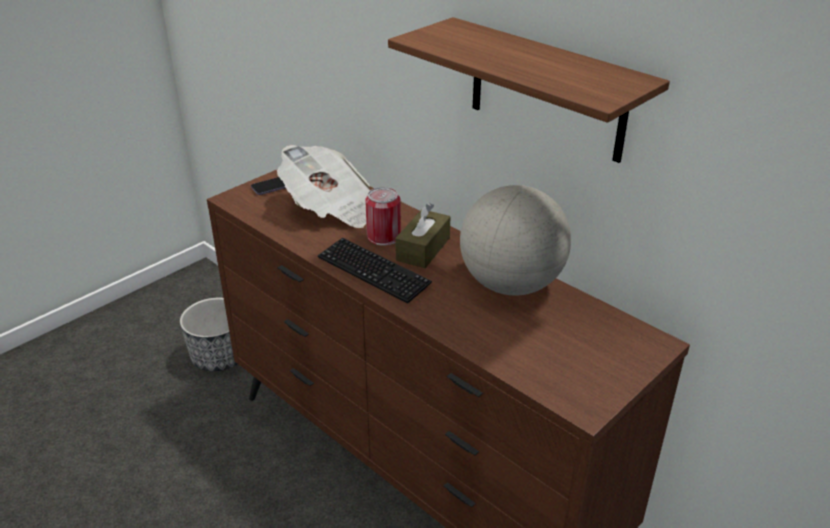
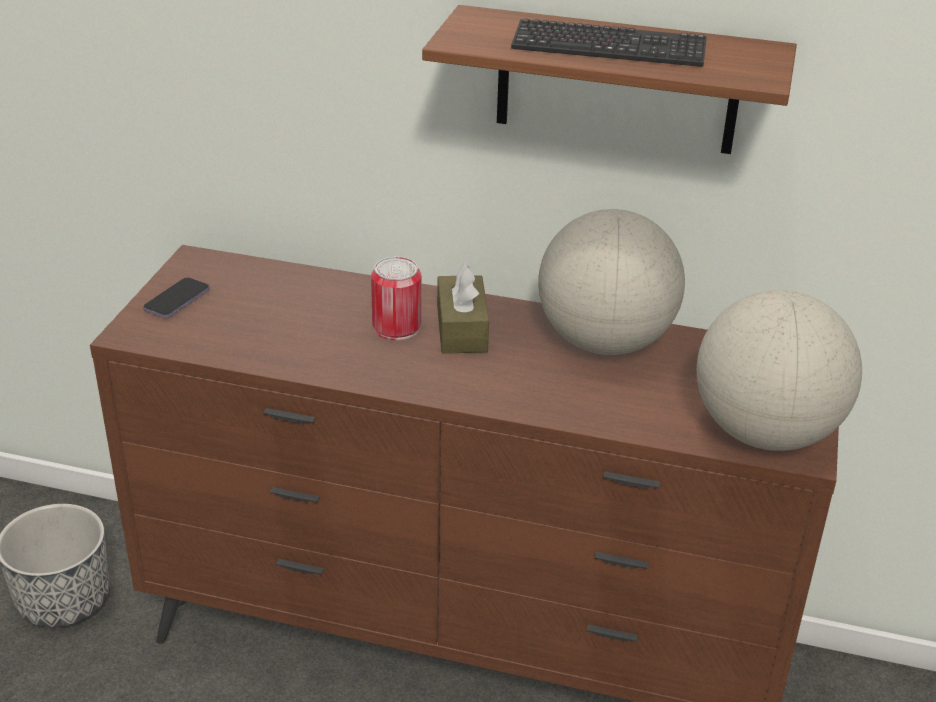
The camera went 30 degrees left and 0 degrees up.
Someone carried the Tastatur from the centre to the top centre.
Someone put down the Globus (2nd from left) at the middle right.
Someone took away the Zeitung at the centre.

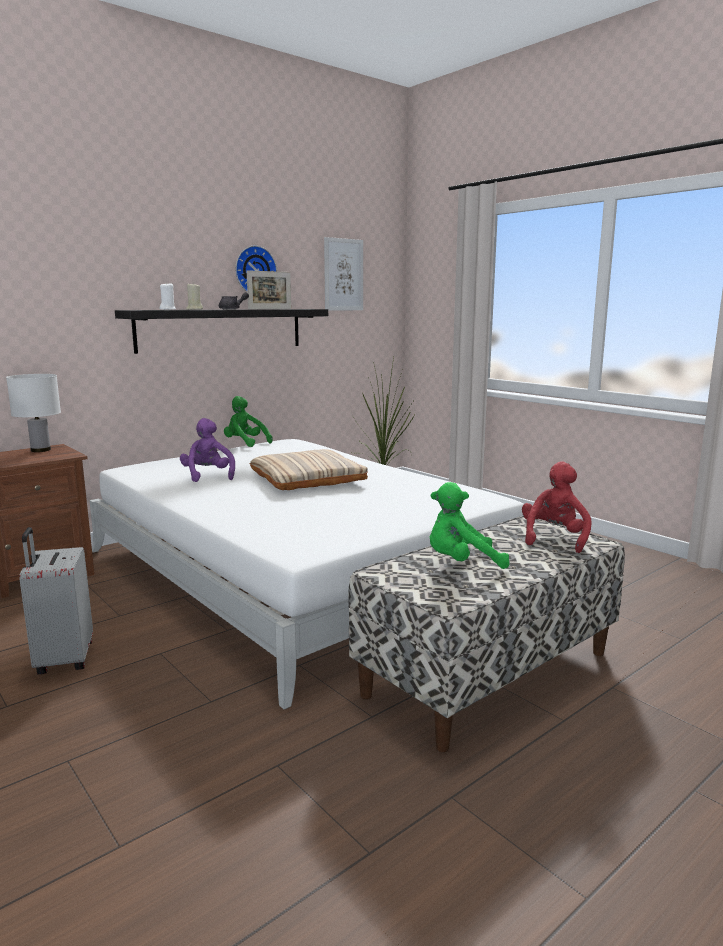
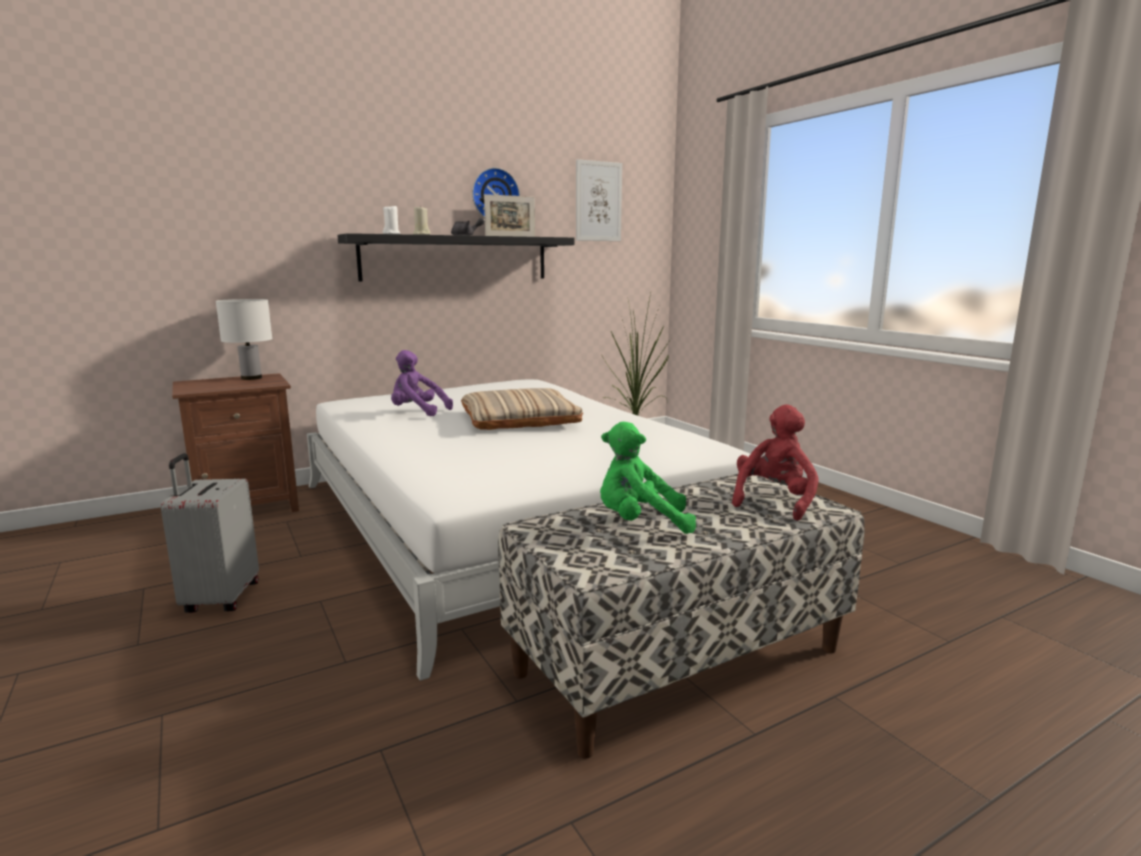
The camera went 10 degrees right and 0 degrees up.
Someone rotated the Plüschtier (lila) at the middle left by 60 degrees counterclockwise.
Someone took away the Plüschtier (grün) (1st from left) at the centre.

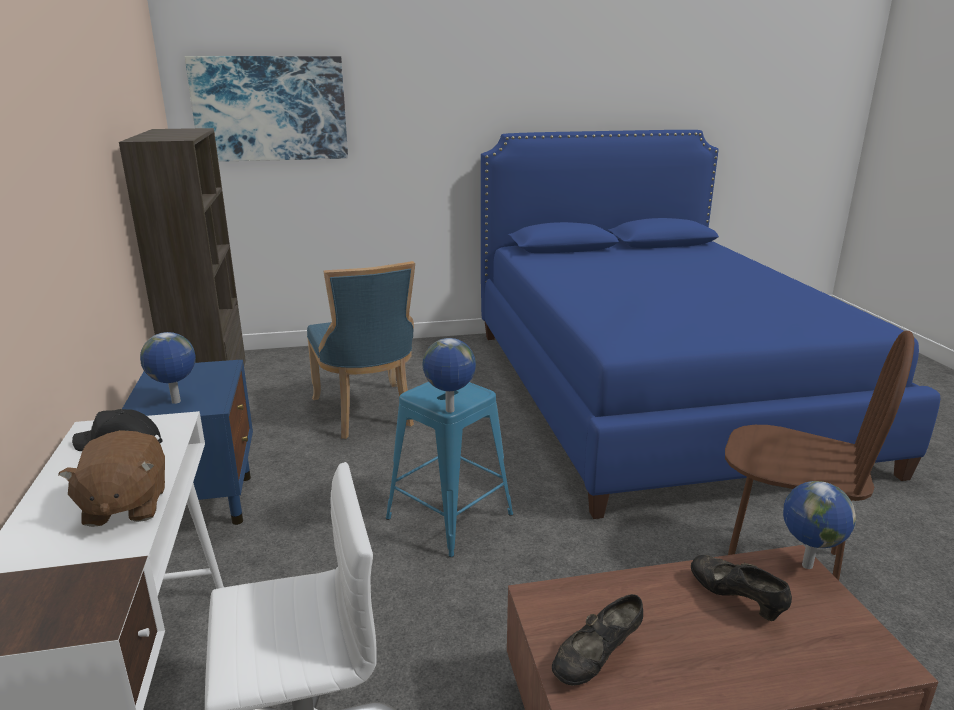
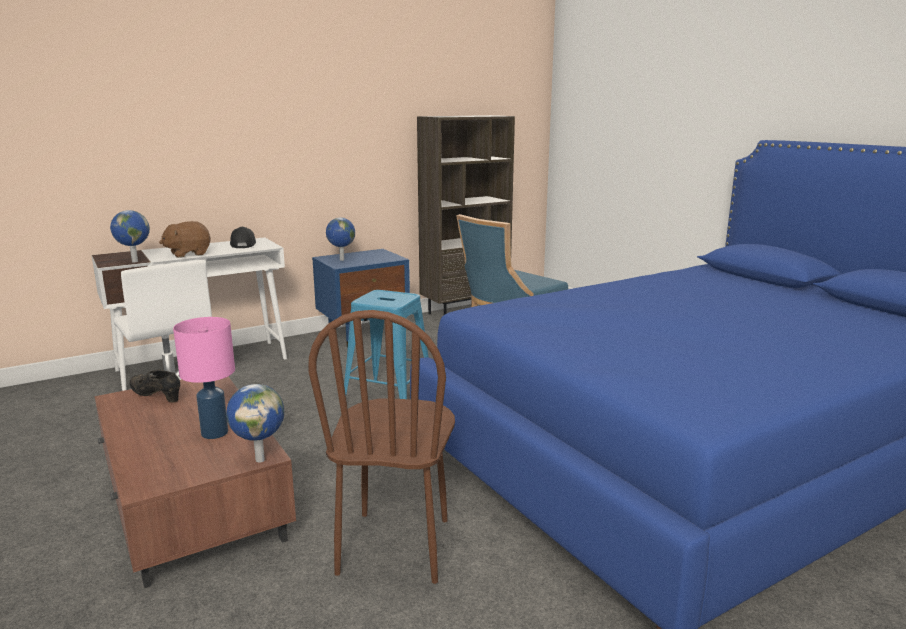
The camera went 70 degrees right and 5 degrees down.
Someone carried the Globus (2nd from left in the first image) from the centre to the middle left.
Someone swapped the Schuh (schwarz) (2nd from left) at the bottom right for the Tischlampe (rosa) at the middle left.
Someone took away the Bild at the top left.

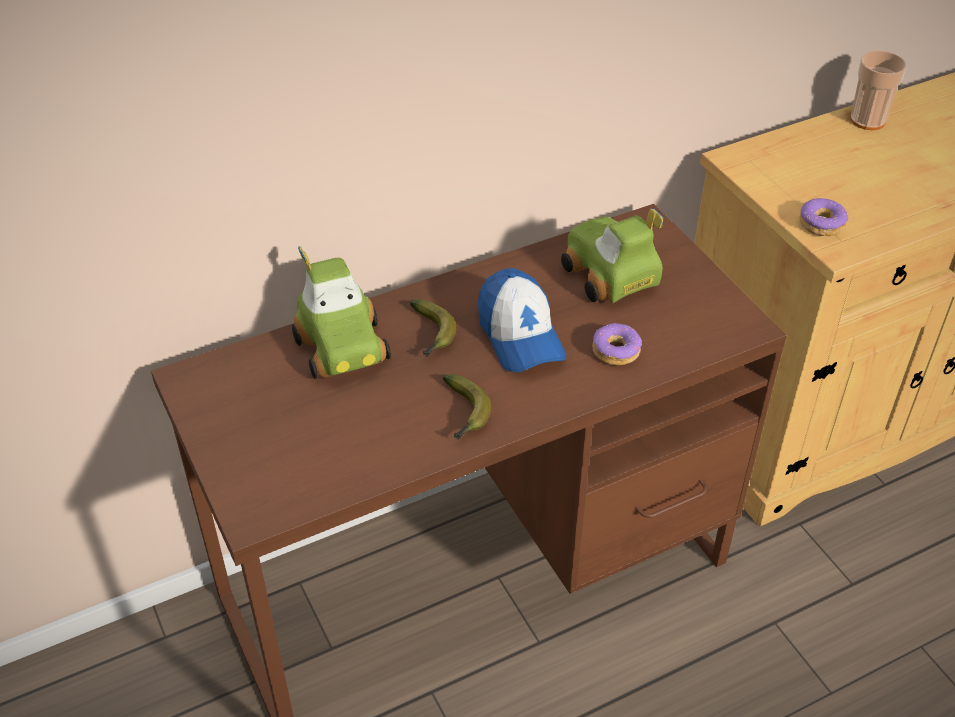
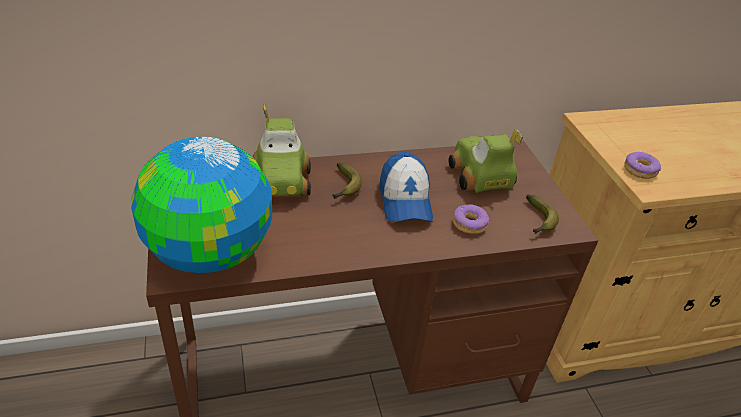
The camera went 10 degrees right and 5 degrees down.
Someone put down the Globus at the middle left.
Someone carried the Banane (2nd from left) from the centre to the middle right.
Someone took away the Tasse at the top right.

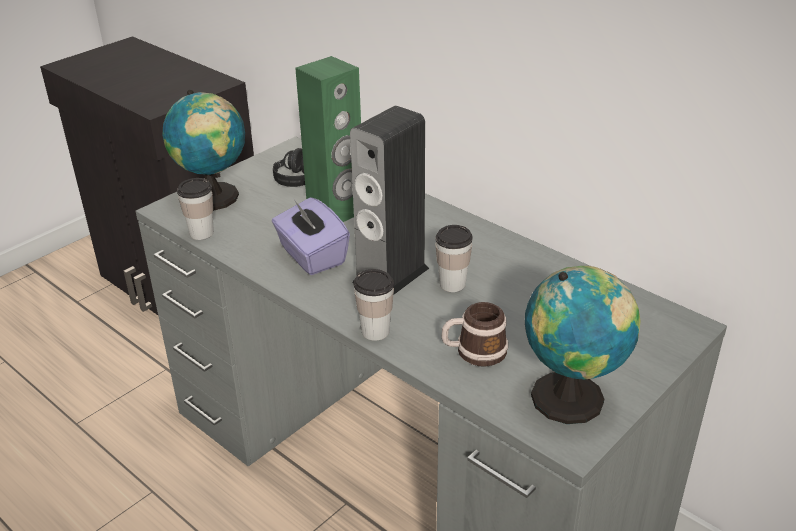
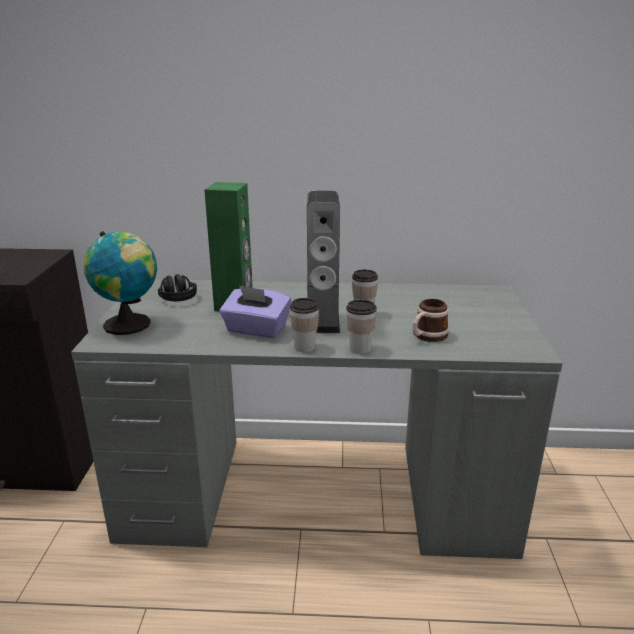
The camera went 40 degrees left and 10 degrees down.
Someone carried the Tasse (1st from left) from the middle left to the centre.
Someone took away the Globus (2nd from left) at the middle right.

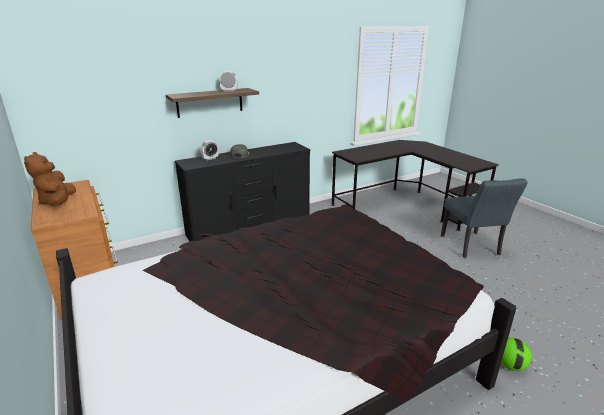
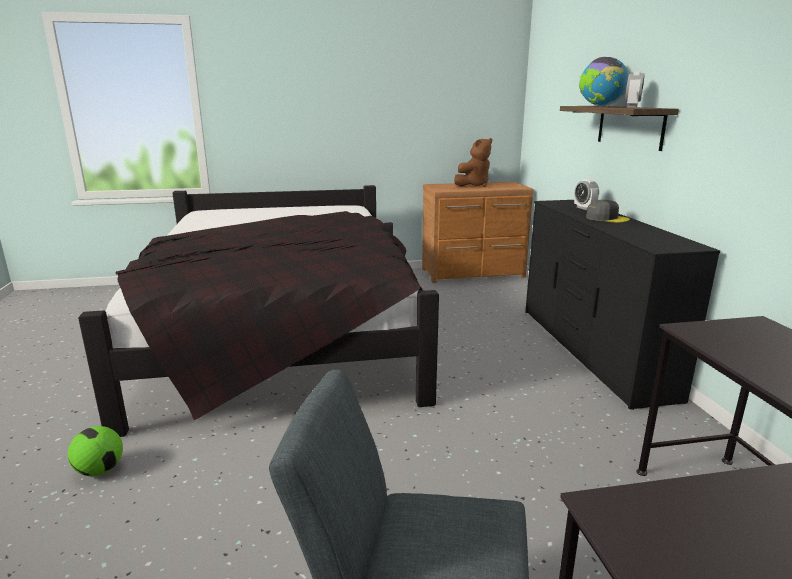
The camera went 110 degrees right and 5 degrees down.
Someone rotated the Plüschtier (braun) at the middle left by 135 degrees clockwise.
Someone put down the Globus at the top right.

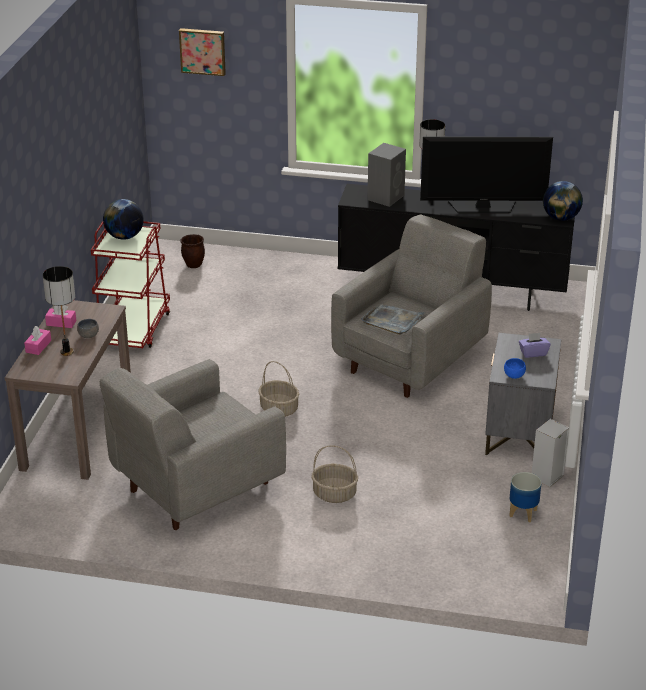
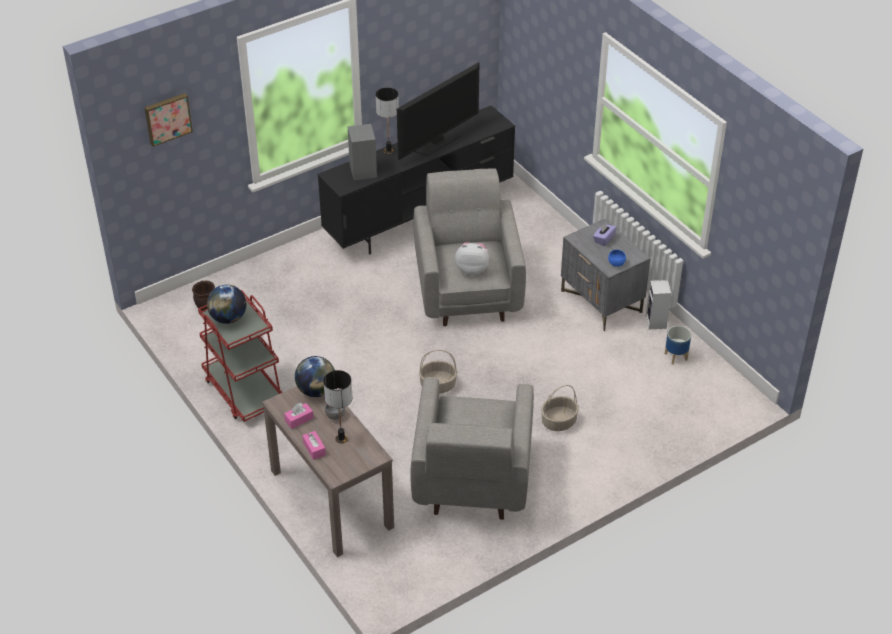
The camera went 45 degrees left and 10 degrees up.
Someone carried the Globus (2nd from left) from the top right to the centre.
Someone swapped the Tablett (grau) at the centre for the Plüschtier at the centre.

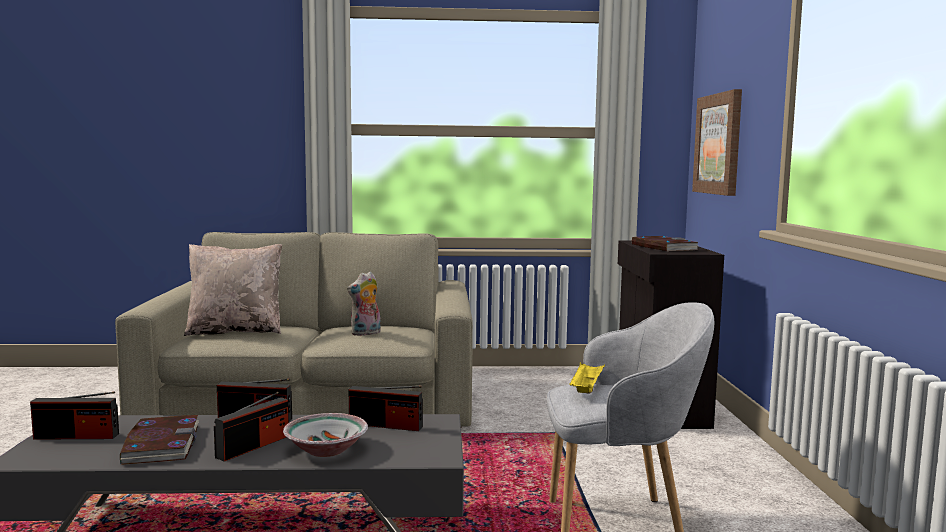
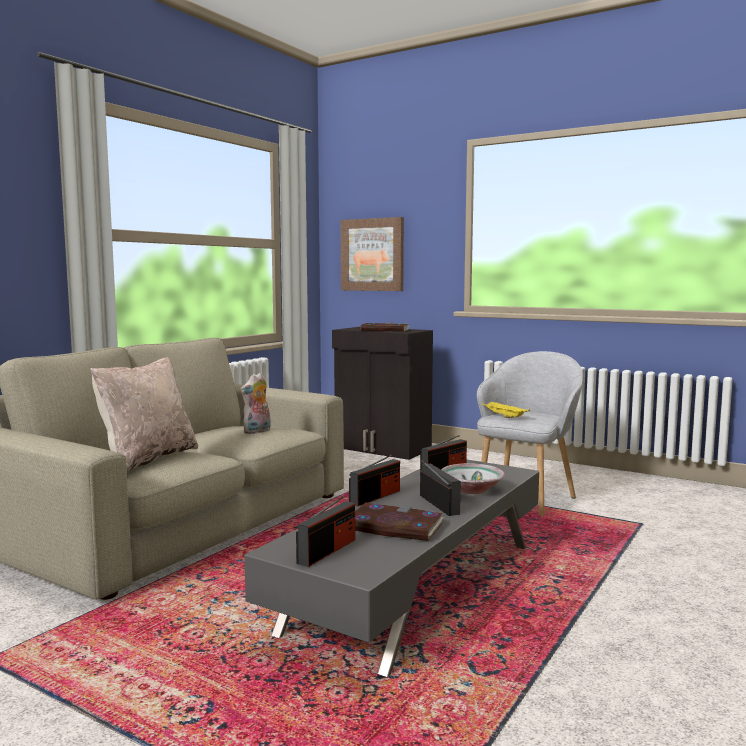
The camera went 55 degrees left and 0 degrees up.
Someone rotated the Plüschtier at the centre by 45 degrees clockwise.

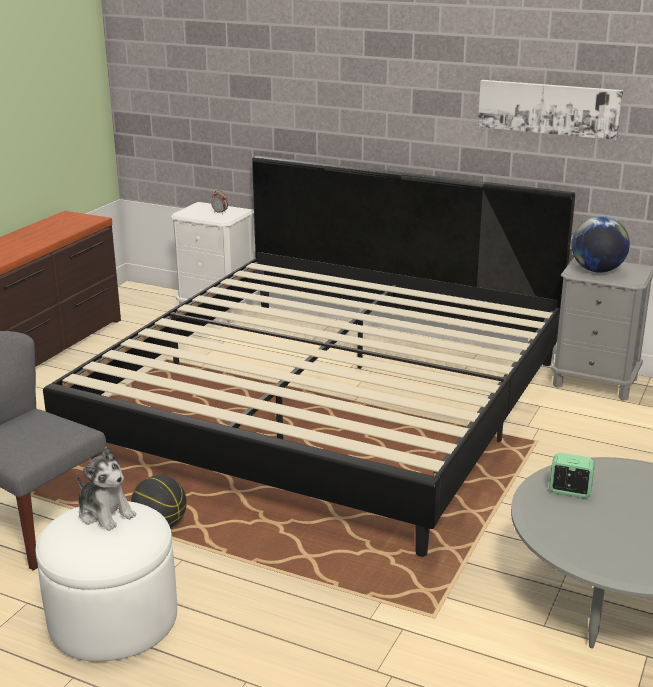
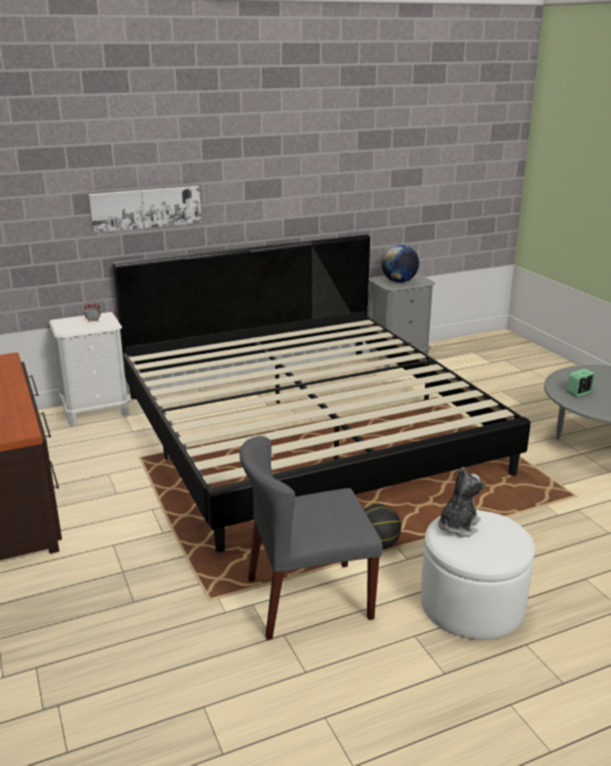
The camera went 50 degrees left and 0 degrees up.
Someone carried the Bild from the top right to the top left.
Someone rotated the Plüschtier at the bottom left by 45 degrees counterclockwise.

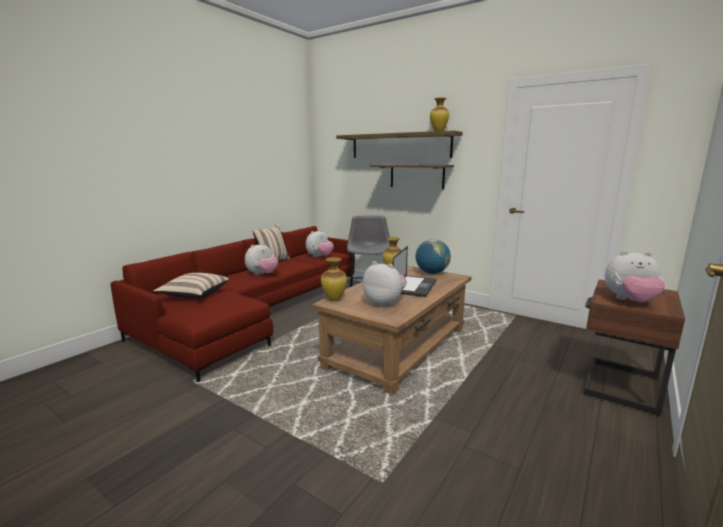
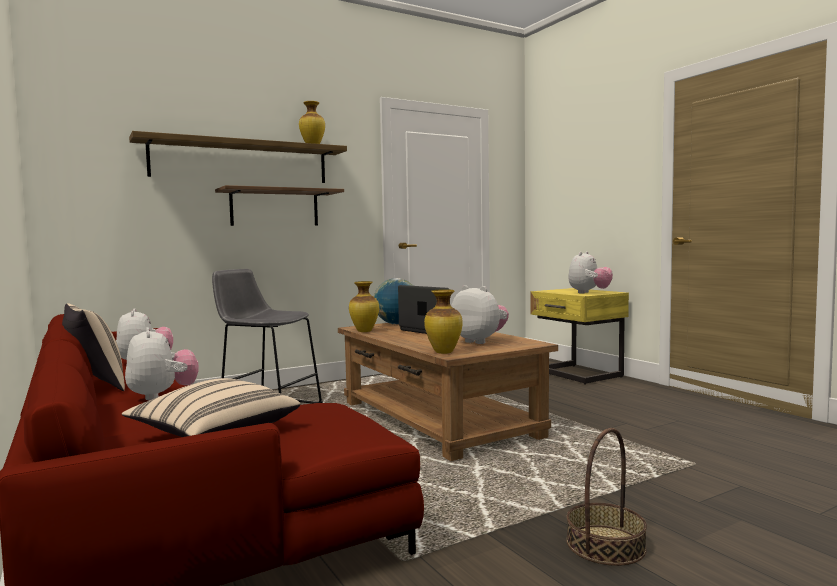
The camera went 65 degrees left and 10 degrees down.
Someone rotated the Plüschtier (3rd from left) at the centre by 75 degrees clockwise.
Someone repainted the Nachttisch (braun) at the middle right, which became the Nachttisch (gelb) at the middle right.
Someone put down the Korb at the bottom right.

